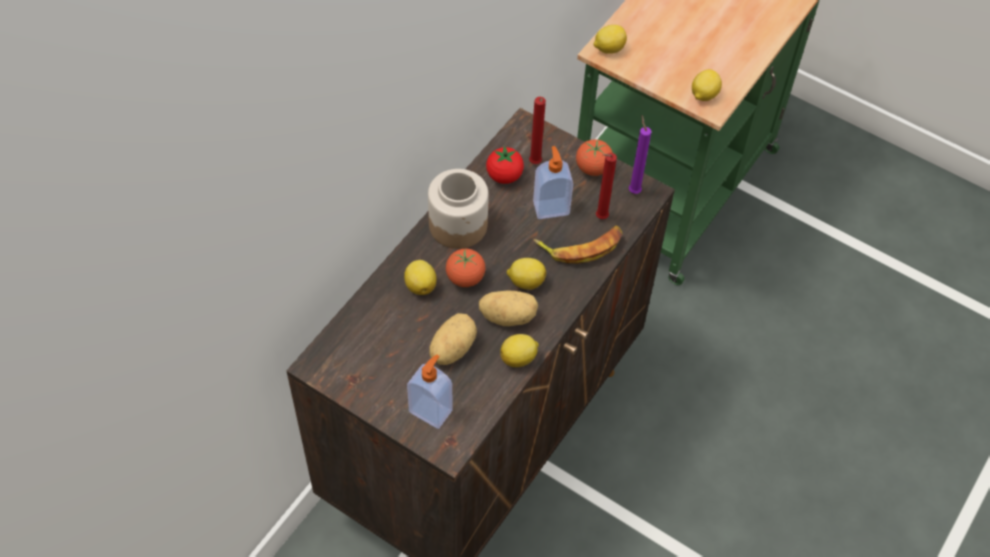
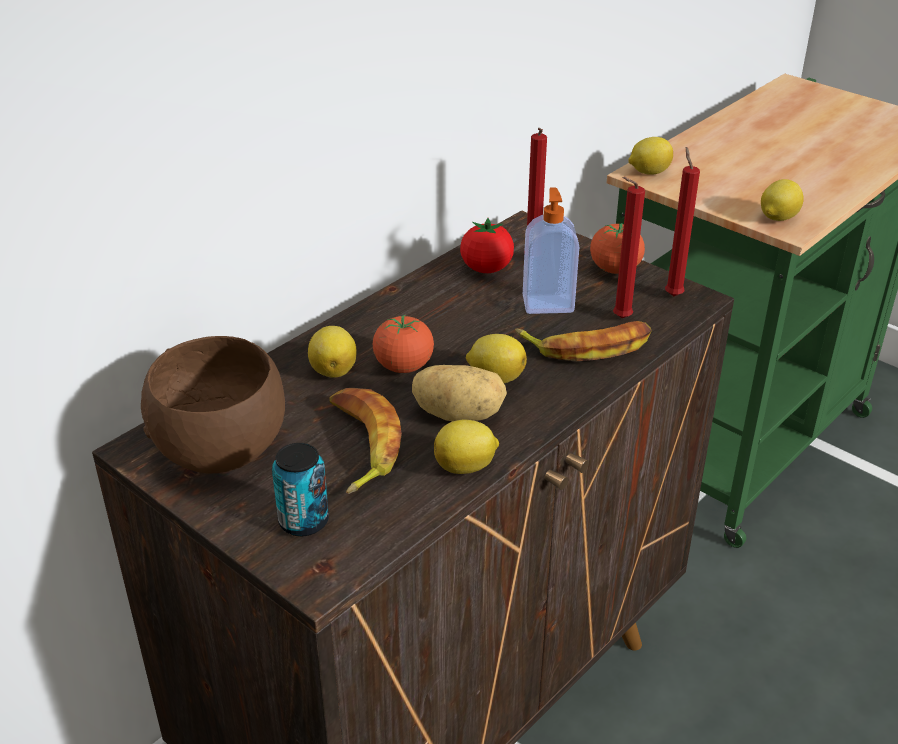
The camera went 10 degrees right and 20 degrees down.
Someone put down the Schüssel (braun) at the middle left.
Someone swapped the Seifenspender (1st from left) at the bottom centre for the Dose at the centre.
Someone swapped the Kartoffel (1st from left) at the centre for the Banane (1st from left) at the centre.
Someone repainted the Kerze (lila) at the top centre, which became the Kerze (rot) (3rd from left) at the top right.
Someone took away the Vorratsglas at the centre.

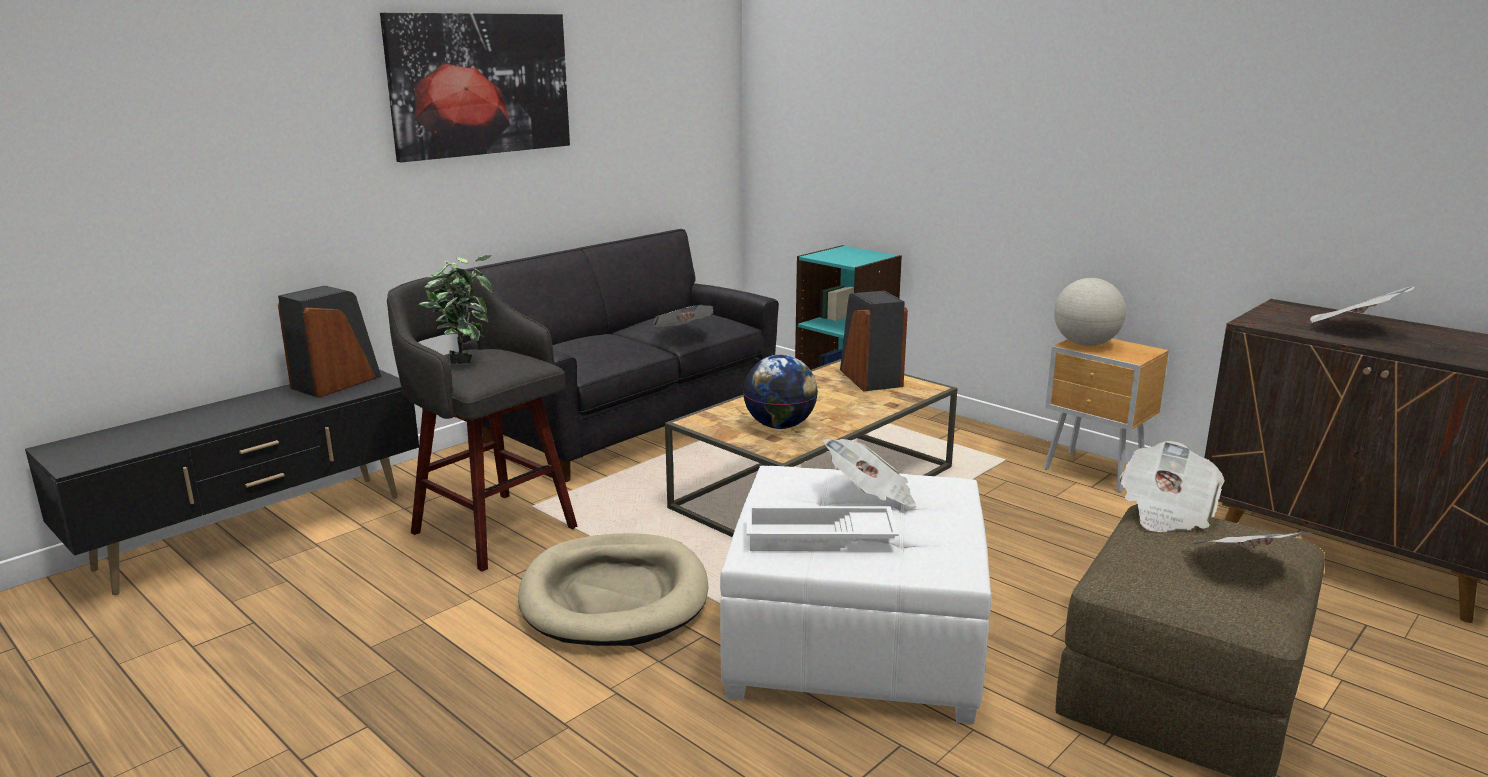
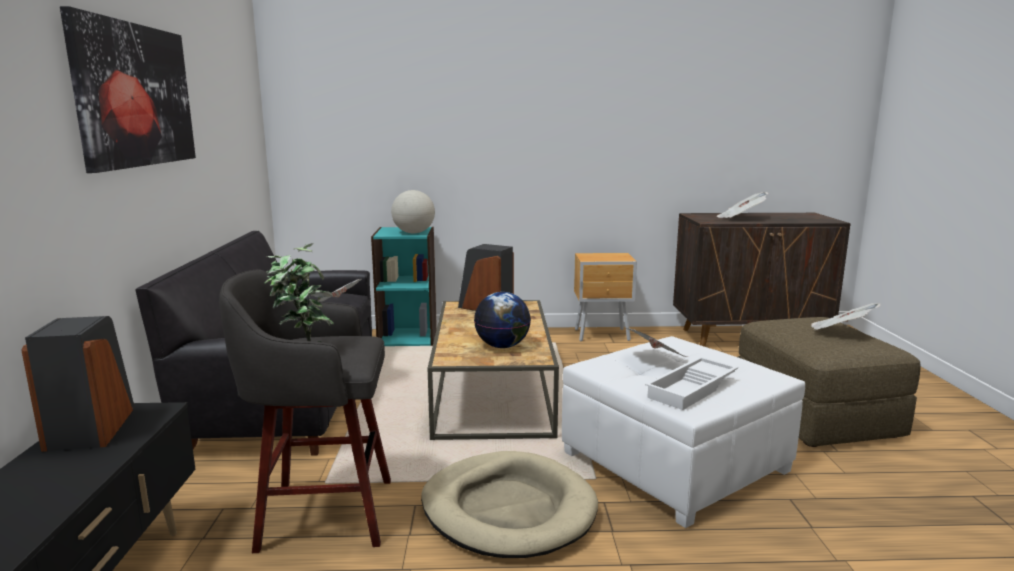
The camera went 45 degrees left and 5 degrees down.
Someone carried the Globus (2nd from left in the first image) from the middle right to the centre.
Someone took away the Zeitung (3rd from left) at the middle right.

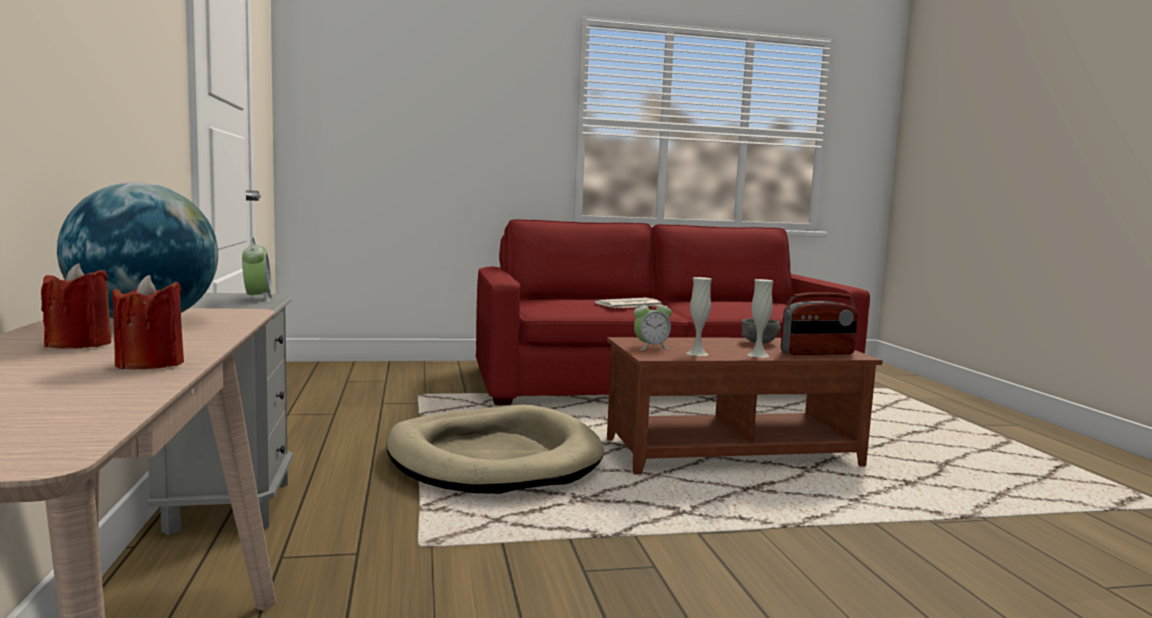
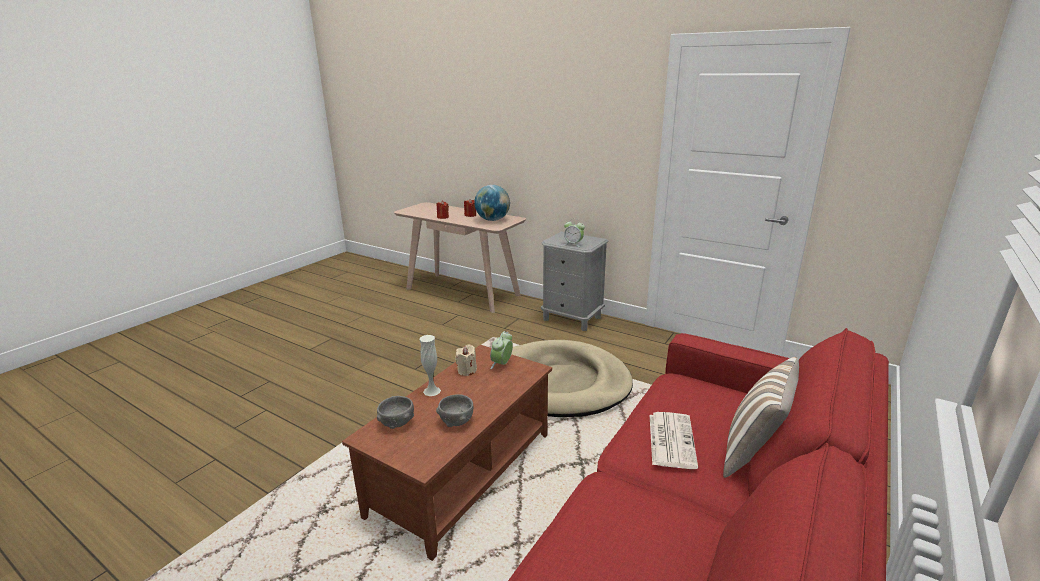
The camera went 135 degrees right and 15 degrees up.
Someone swapped the Radio at the middle right for the Schüssel (grau) (1st from left) at the bottom centre.
Someone swapped the Vase (weiß) (1st from left) at the centre for the Kerze (beige) at the centre.
Someone put down the Kissen at the bottom right.

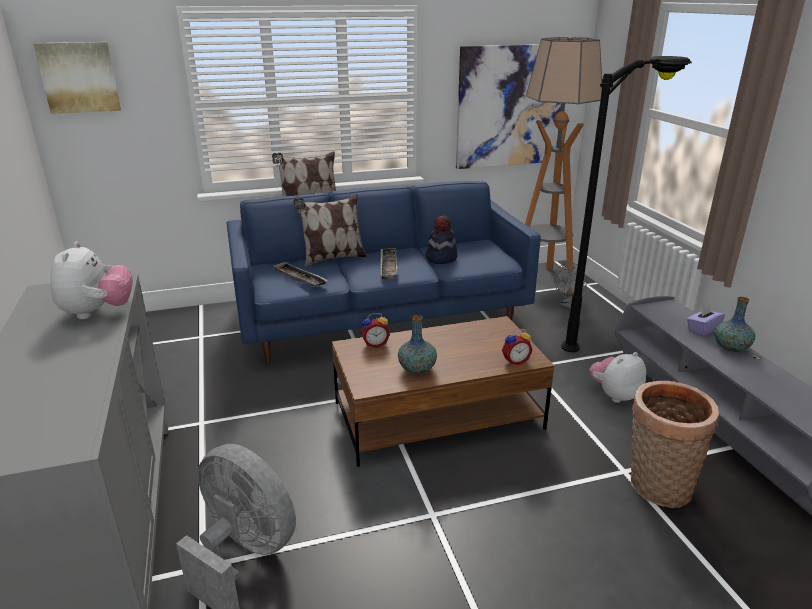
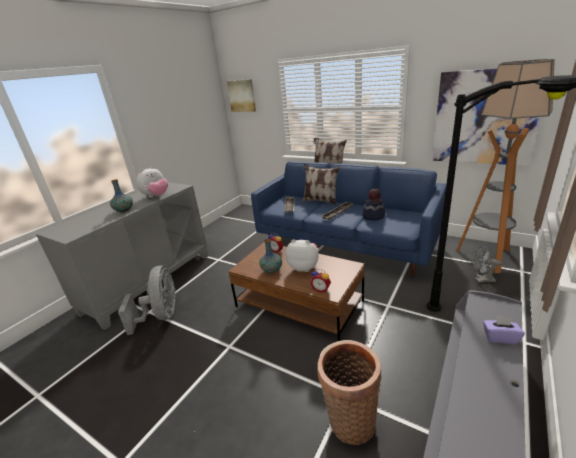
The camera went 50 degrees right and 0 degrees up.
Someone carried the Vase (2nd from left in the first image) from the middle right to the middle left.
Someone carried the Plüschtier (2nd from left) from the middle right to the centre.

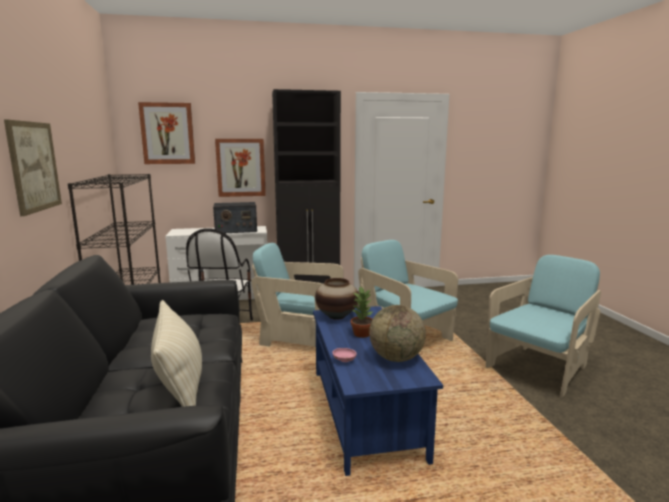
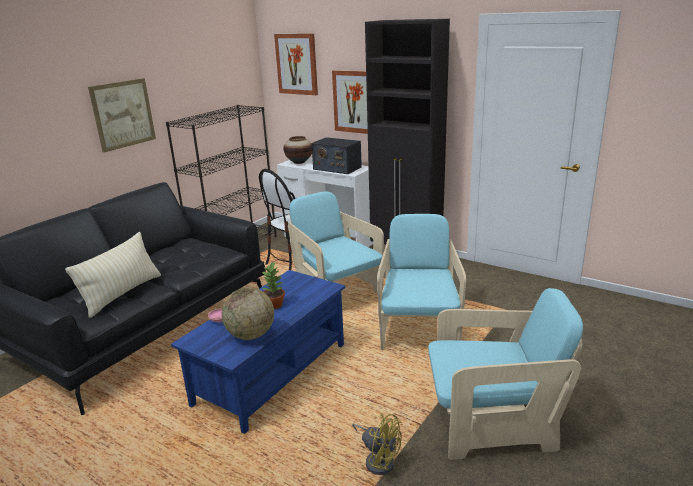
The camera went 45 degrees right and 10 degrees up.
Someone carried the Vase from the centre to the top centre.
Someone put down the Ventilator (gelb) at the bottom centre.

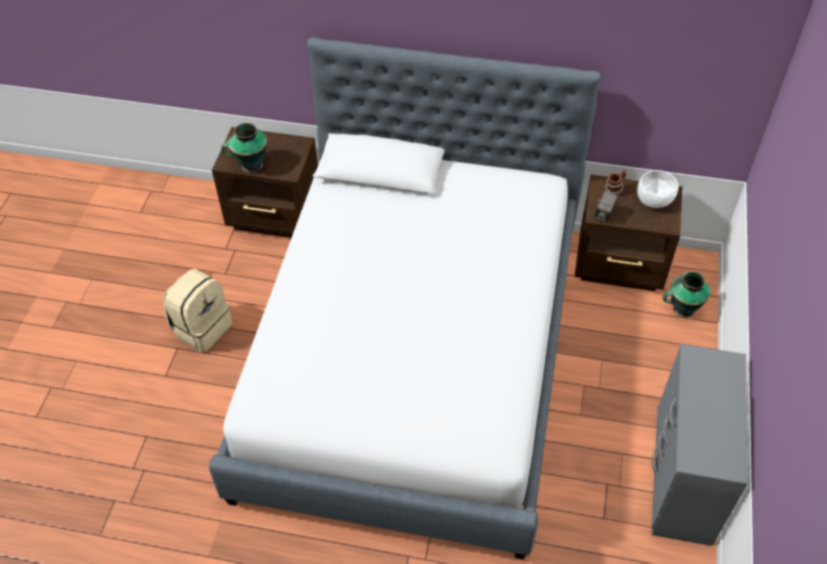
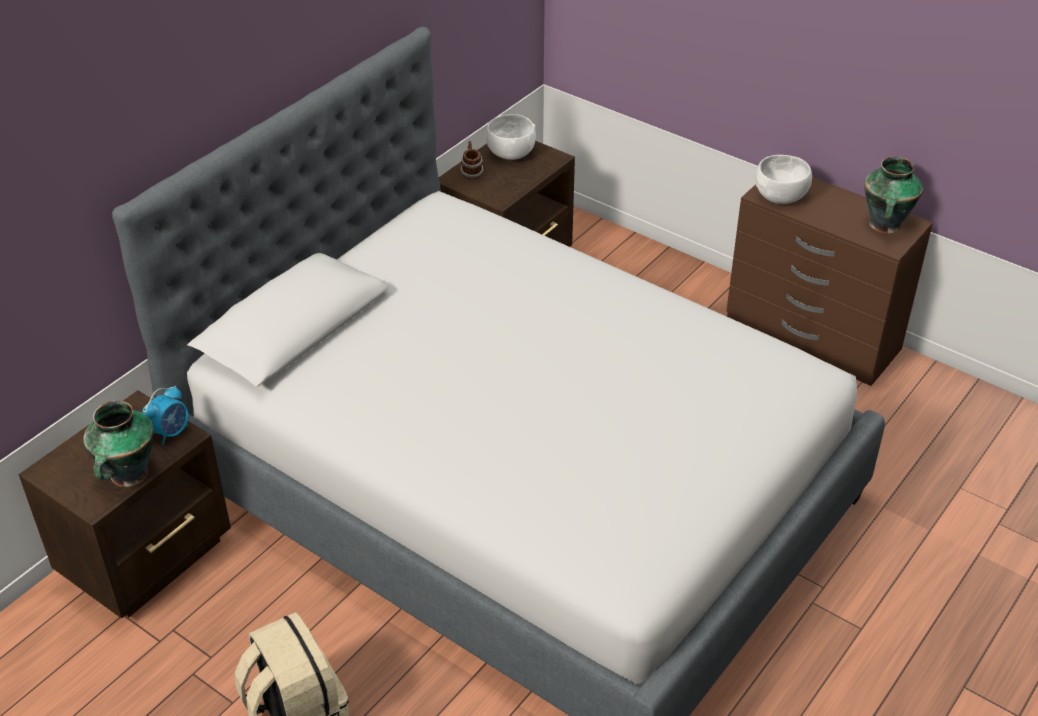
The camera went 65 degrees left and 10 degrees down.
Someone put down the Wecker at the middle left.
Someone repainted the Kommode (grau) at the bottom right, which became the Kommode (braun) at the middle right.
Someone put down the Schüssel (weiß) (2nd from left) at the top right.
Someone carried the Vase (2nd from left) from the middle right to the top right.
Someone took away the Kamera at the middle right.

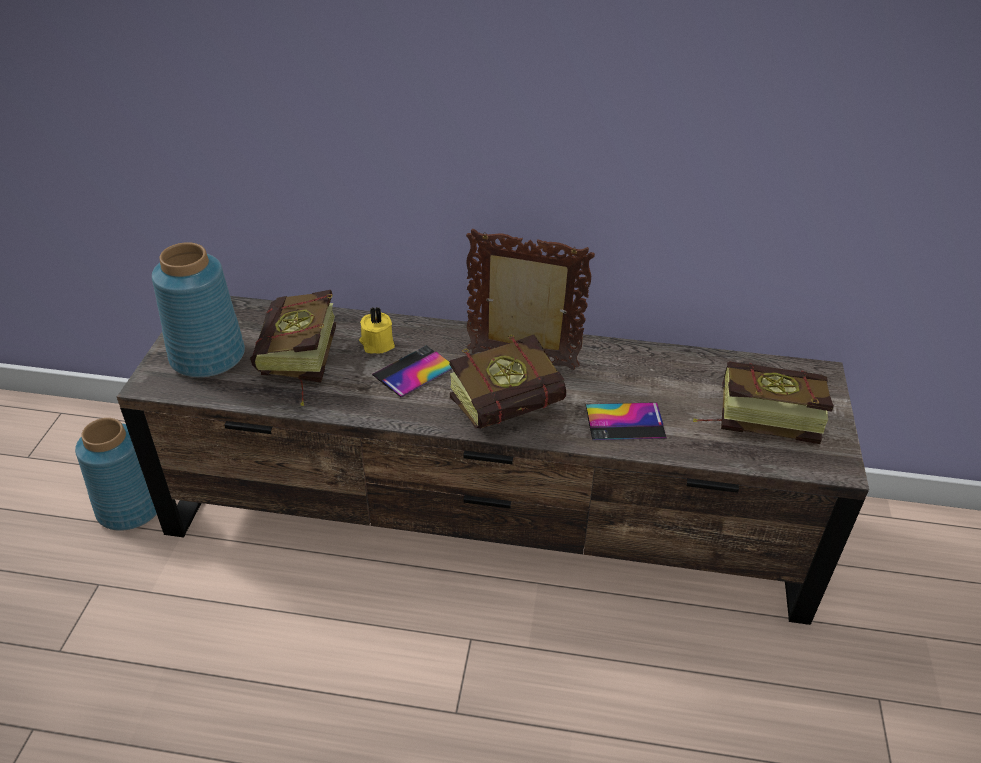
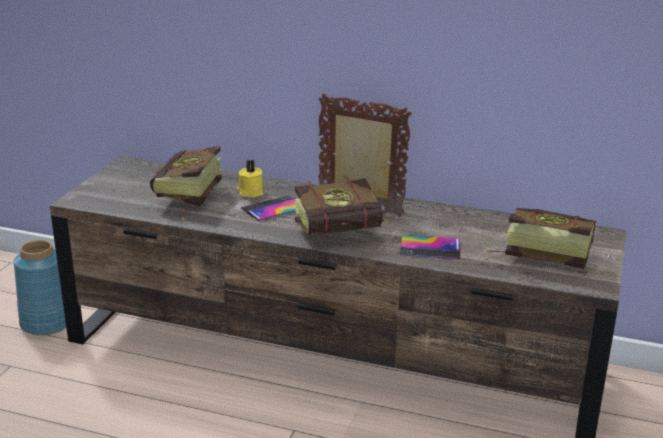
The camera went 10 degrees right and 15 degrees down.
Someone took away the Vase (blau) (2nd from left) at the middle left.

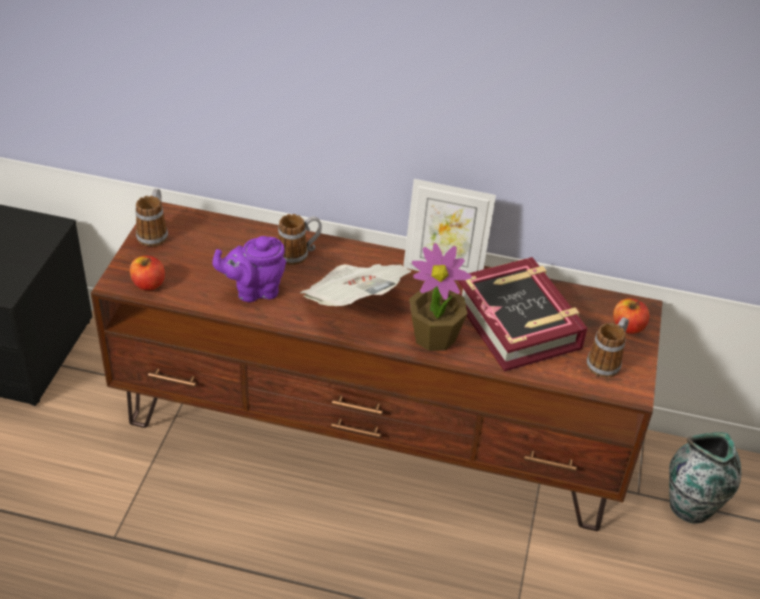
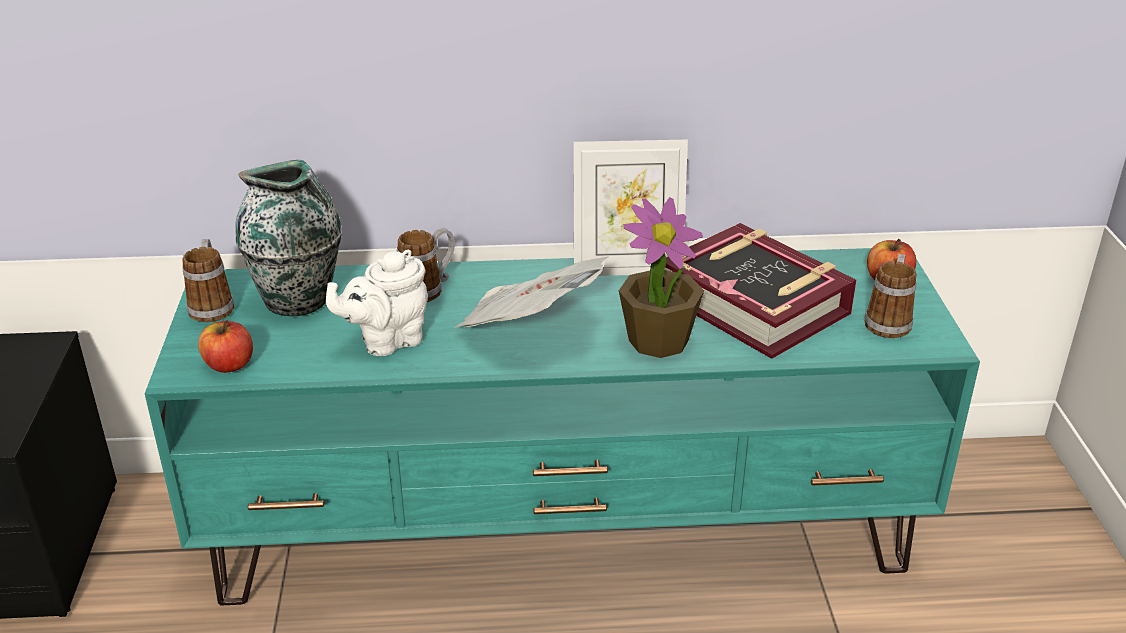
The camera went 15 degrees left and 10 degrees down.
Someone repainted the Fernsehschrank (braun) at the centre, which became the Fernsehschrank (türkis) at the bottom centre.
Someone carried the Vase from the bottom right to the middle left.
Someone repainted the Teekanne (lila) at the middle left, which became the Teekanne (weiß) at the centre.

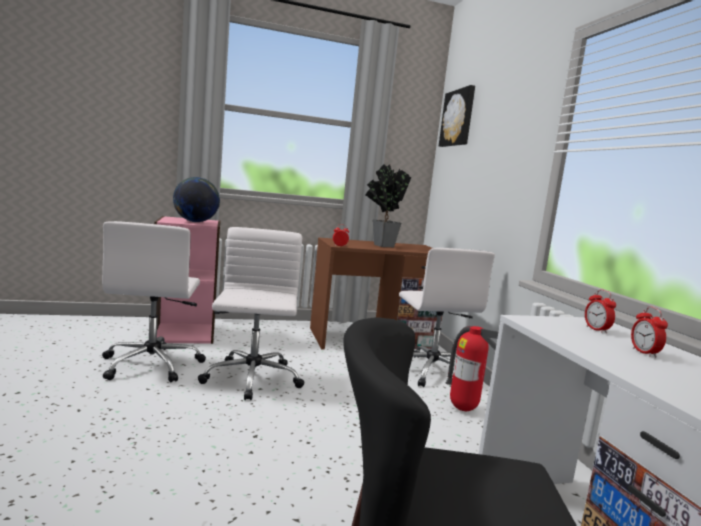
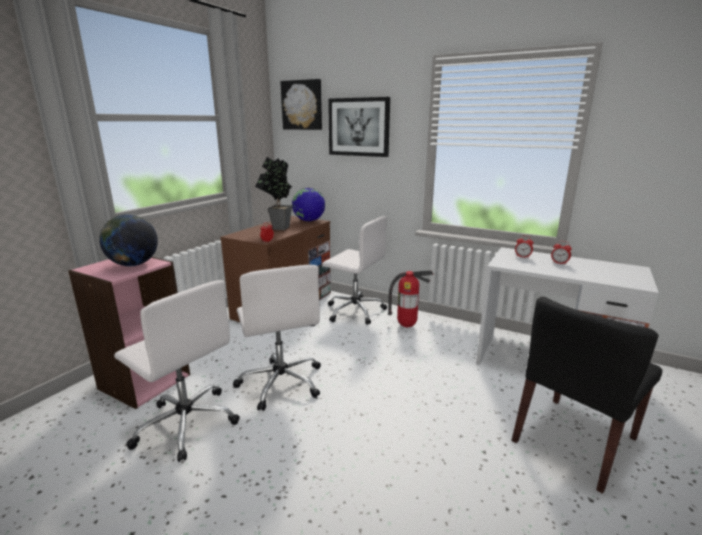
The camera went 45 degrees left and 10 degrees up.
Someone rotated the Bürostuhl (weiß) (2nd from left) at the centre by 150 degrees counterclockwise.
Someone put down the Globus (2nd from left) at the centre.
Someone put up the Bild (2nd from left) at the top centre.

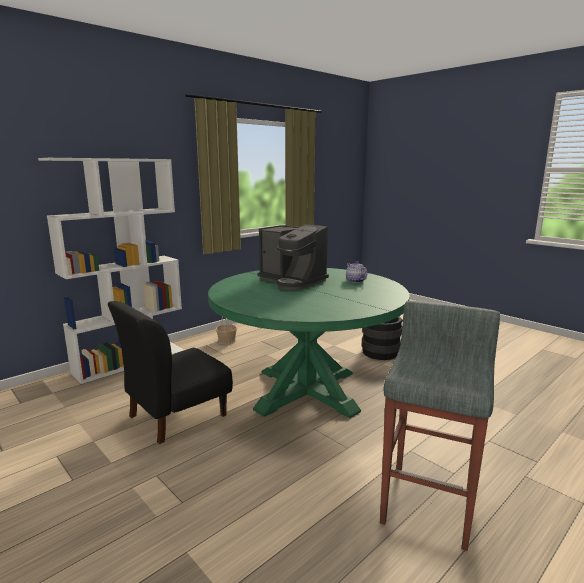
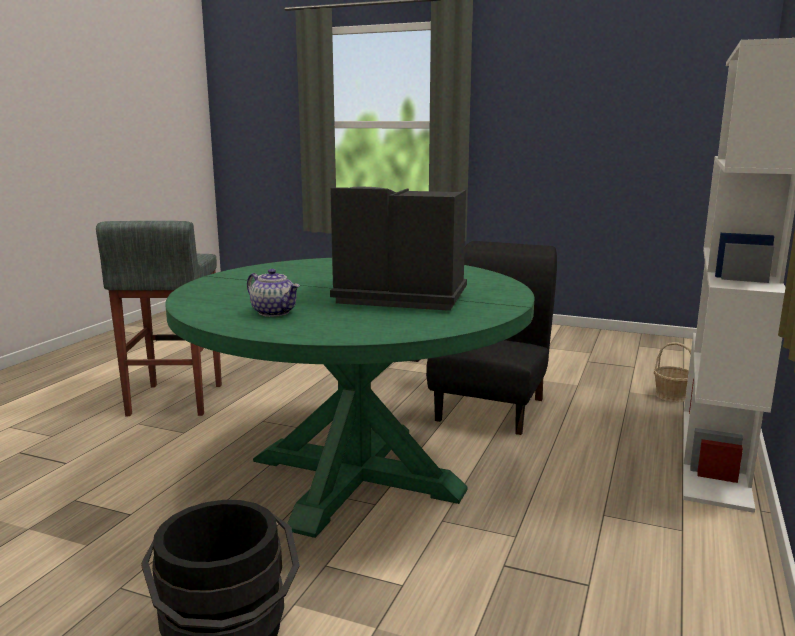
The camera went 155 degrees right and 0 degrees up.
Someone carried the Korb from the centre to the middle right.

